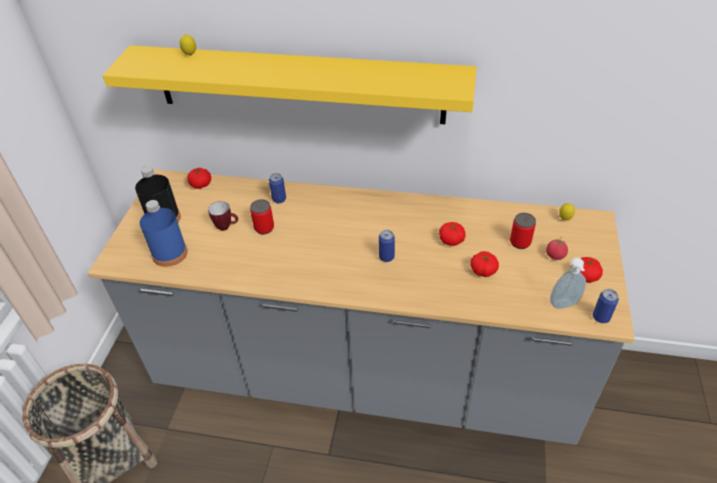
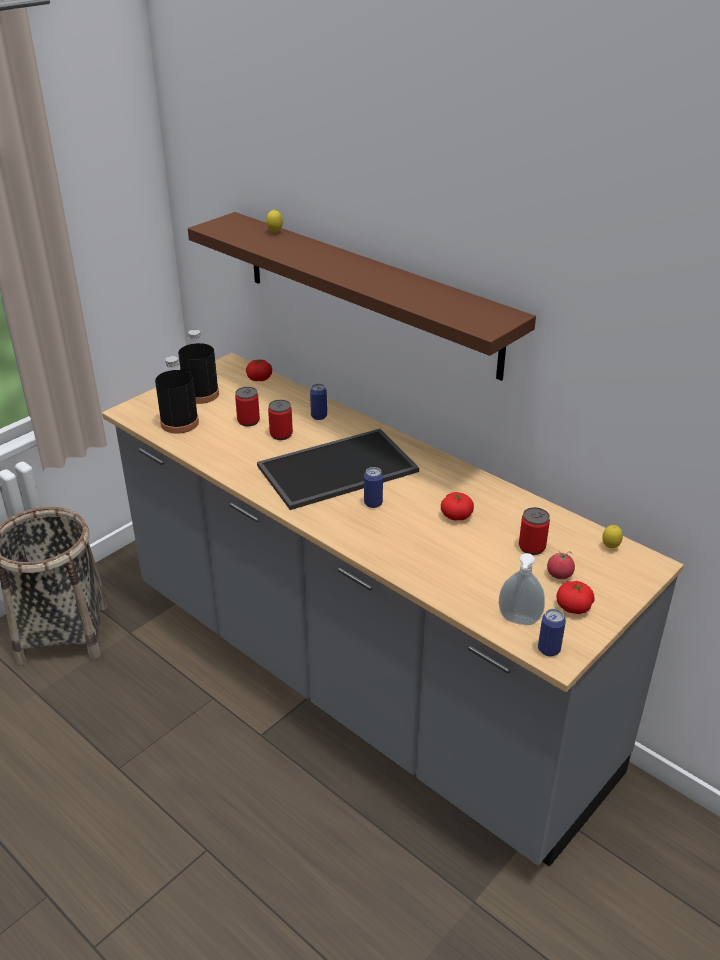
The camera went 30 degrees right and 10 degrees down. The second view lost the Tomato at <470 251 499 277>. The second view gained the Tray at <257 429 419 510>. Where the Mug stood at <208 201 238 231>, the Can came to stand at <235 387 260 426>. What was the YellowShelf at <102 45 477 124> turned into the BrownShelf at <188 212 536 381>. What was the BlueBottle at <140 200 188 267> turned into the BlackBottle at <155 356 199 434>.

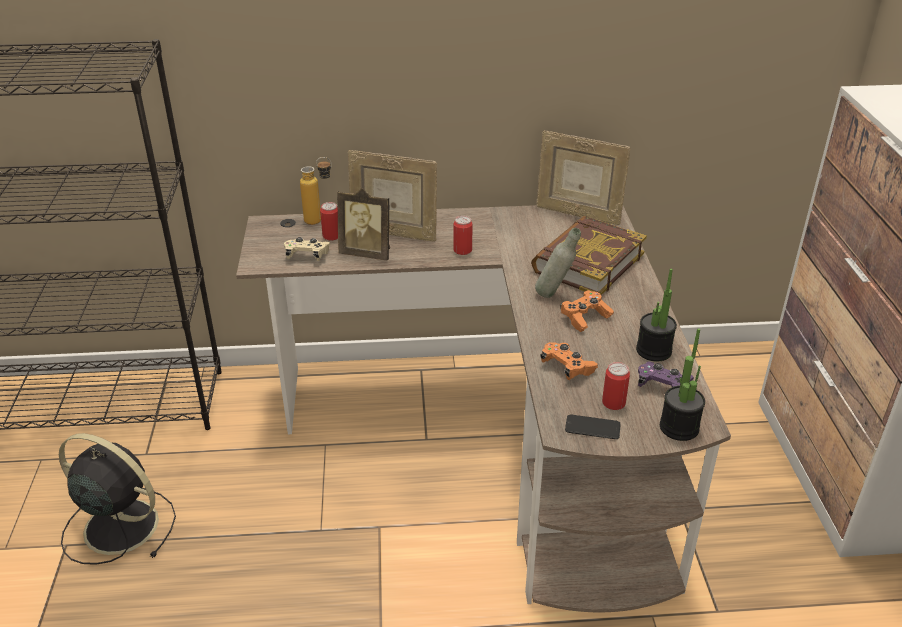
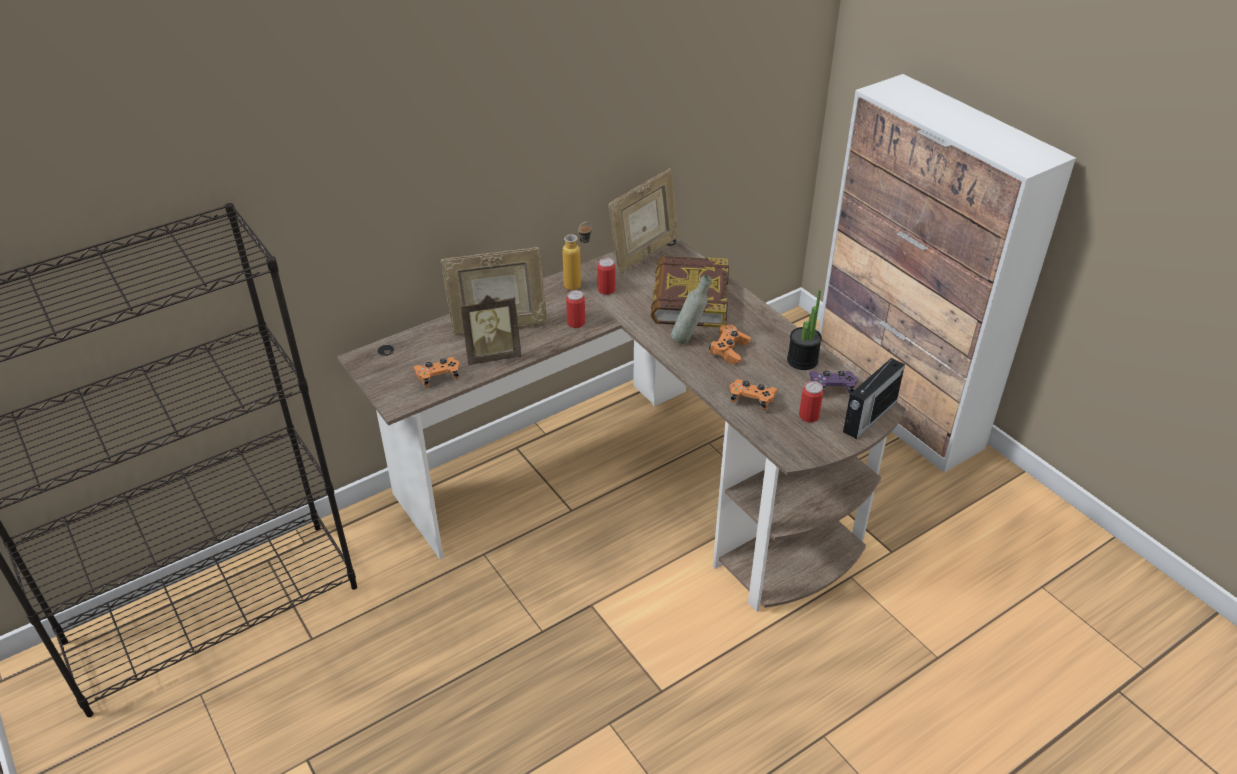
The camera went 30 degrees left and 5 degrees up. The second view lost the BlackFan at <59 433 176 565>. The second view lost the Phone at <565 414 621 439>. The Bottle ended up elsewhere, having gone from <300 157 332 225> to <562 222 591 291>. The Can ended up elsewhere, having gone from <320 202 338 240> to <597 258 615 295>. Where the PottedPlant stood at <660 328 705 441>, the Radio came to stand at <843 355 905 439>. What was the BeigeGameController at <284 237 331 261> turned into the OrangeGameController at <413 357 460 387>. The PictureFrame at <536 131 631 225> ended up facing another way, 45 degrees counterclockwise from before.

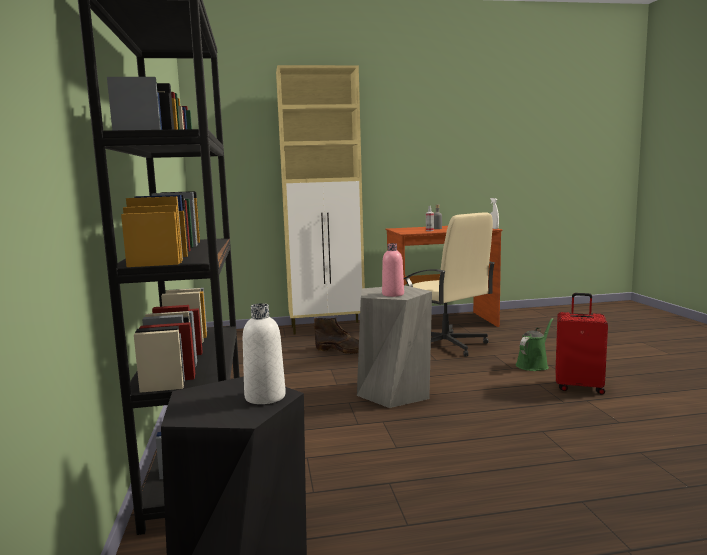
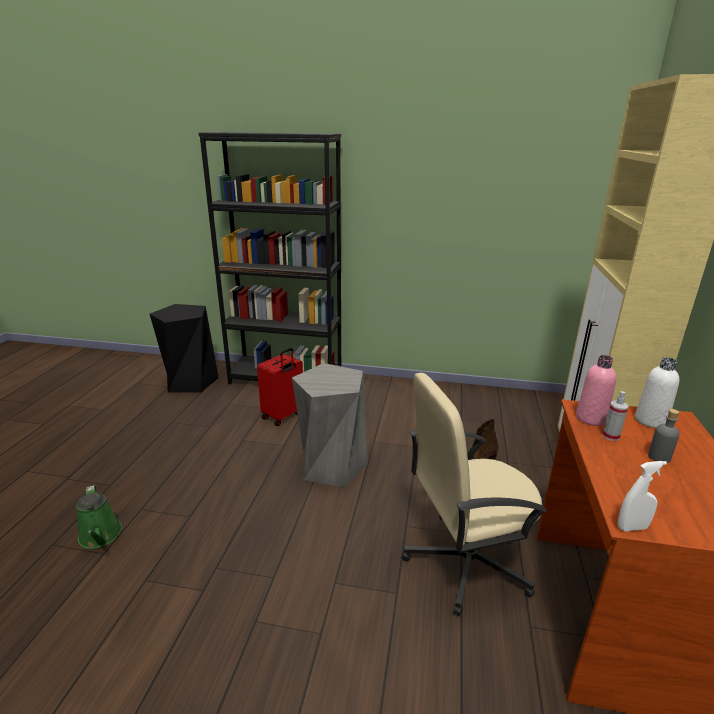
The camera went 110 degrees right and 15 degrees up. The WhiteBottle ended up elsewhere, having gone from <243 303 286 404> to <635 357 679 428>. The PinkBottle ended up elsewhere, having gone from <382 243 404 297> to <576 355 616 426>. The GreenWateringCan ended up elsewhere, having gone from <516 318 554 371> to <76 485 122 549>. The RedSuitcase ended up elsewhere, having gone from <555 293 608 395> to <257 348 303 426>.

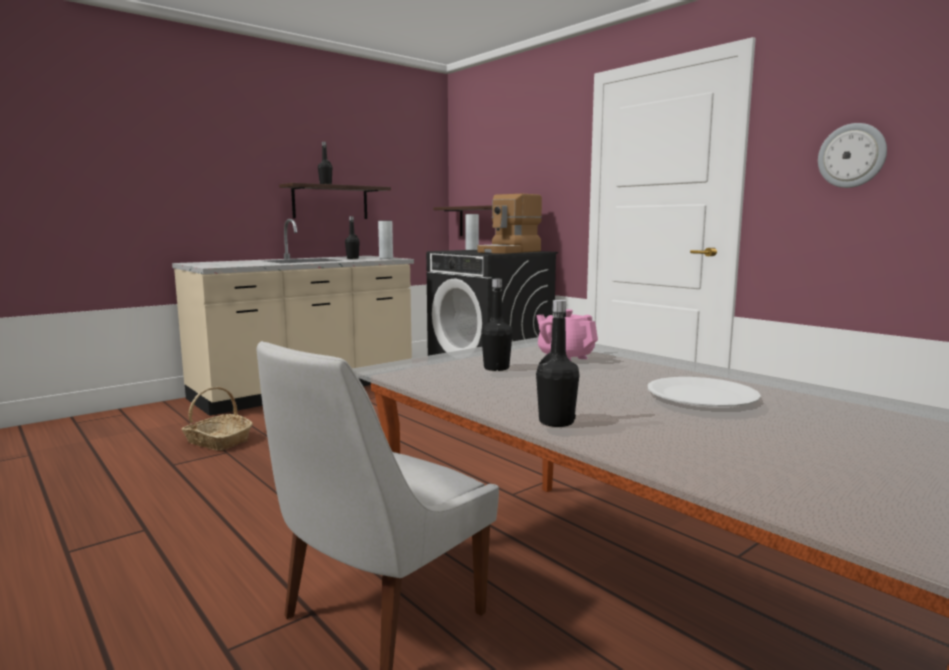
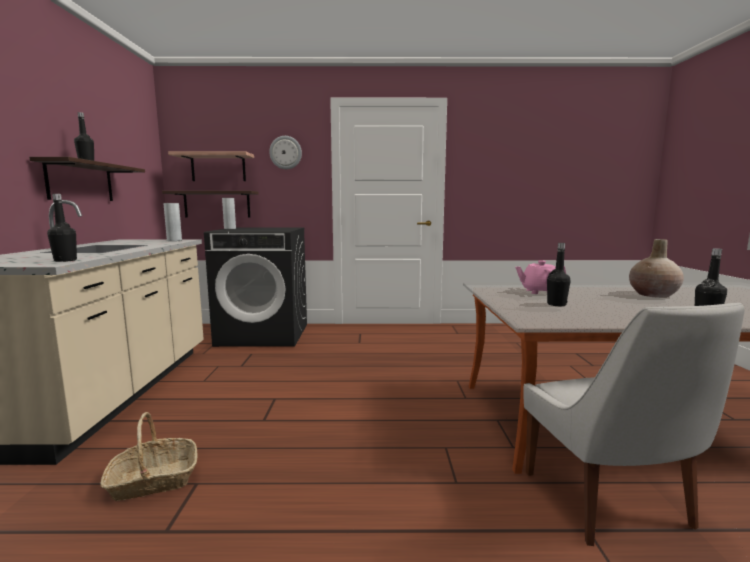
The camera went 50 degrees left and 0 degrees up. The second view lost the CoffeeMachine at <478 194 542 253>. The second view gained the Shelf at <168 151 254 181>. The BlackBottle ended up elsewhere, having gone from <345 216 360 259> to <47 194 77 262>. The WallClock ended up elsewhere, having gone from <818 123 887 188> to <269 136 302 169>. Where the WhitePlate stood at <648 377 761 407>, the BeigeVase came to stand at <629 239 684 298>.

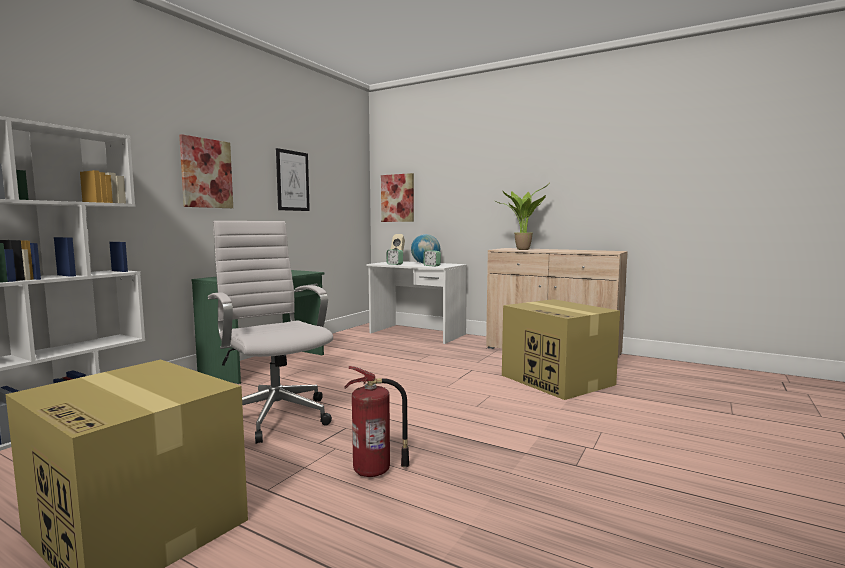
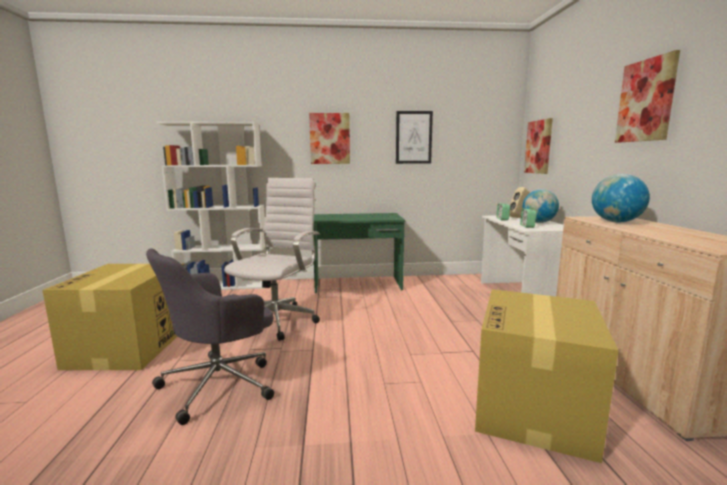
The camera went 55 degrees right and 5 degrees up. The second view gained the Picture at <615 50 680 143>. Where the FireExtinguisher stood at <344 366 410 477>, the GreyOfficeChair came to stand at <146 248 274 425>. Where the PottedPlant stood at <496 181 551 250>, the Globe came to stand at <592 174 650 222>.

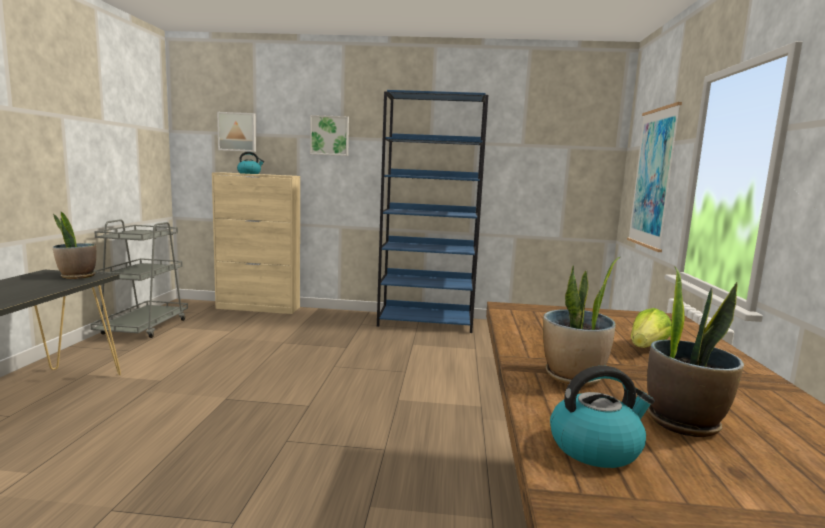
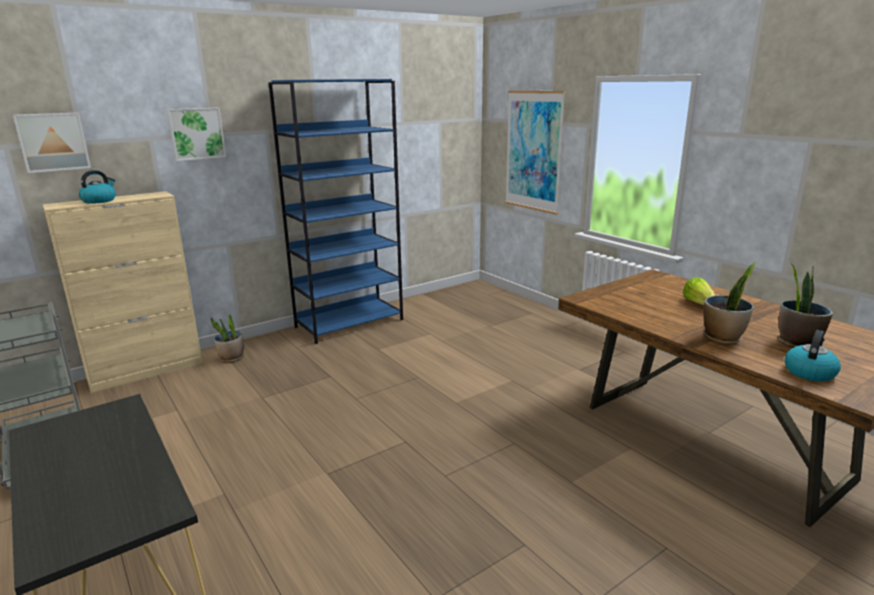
The camera went 40 degrees left and 10 degrees up. The PottedPlant ended up elsewhere, having gone from <53 212 97 279> to <211 315 244 362>.

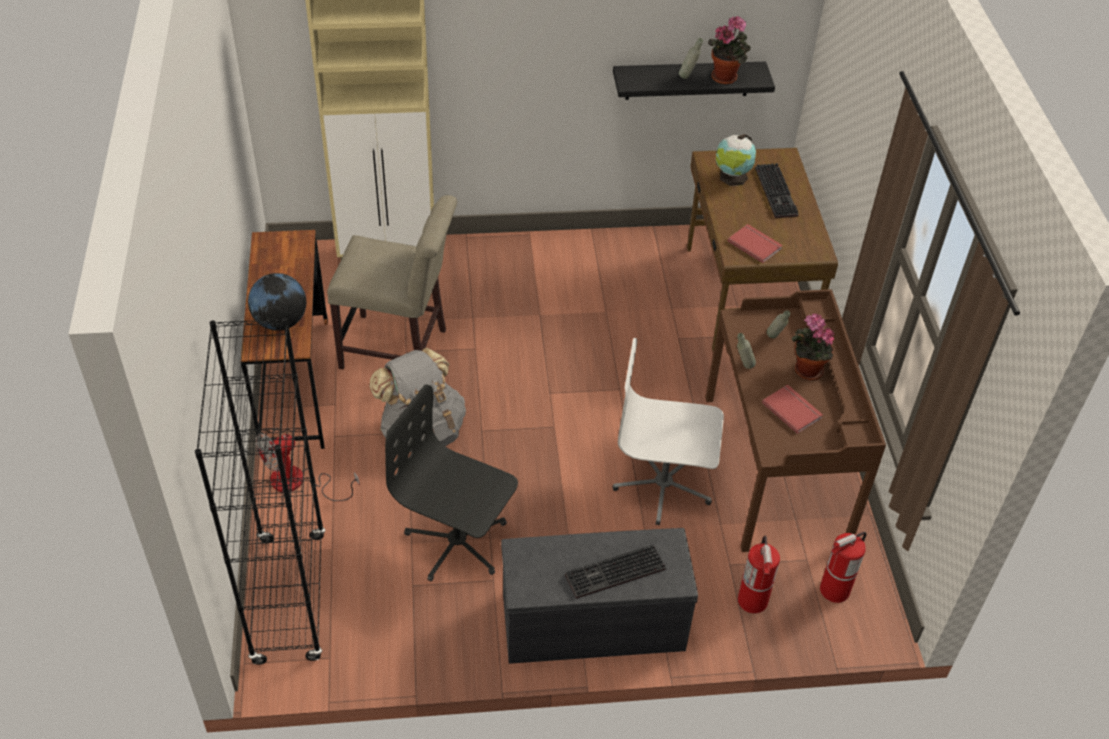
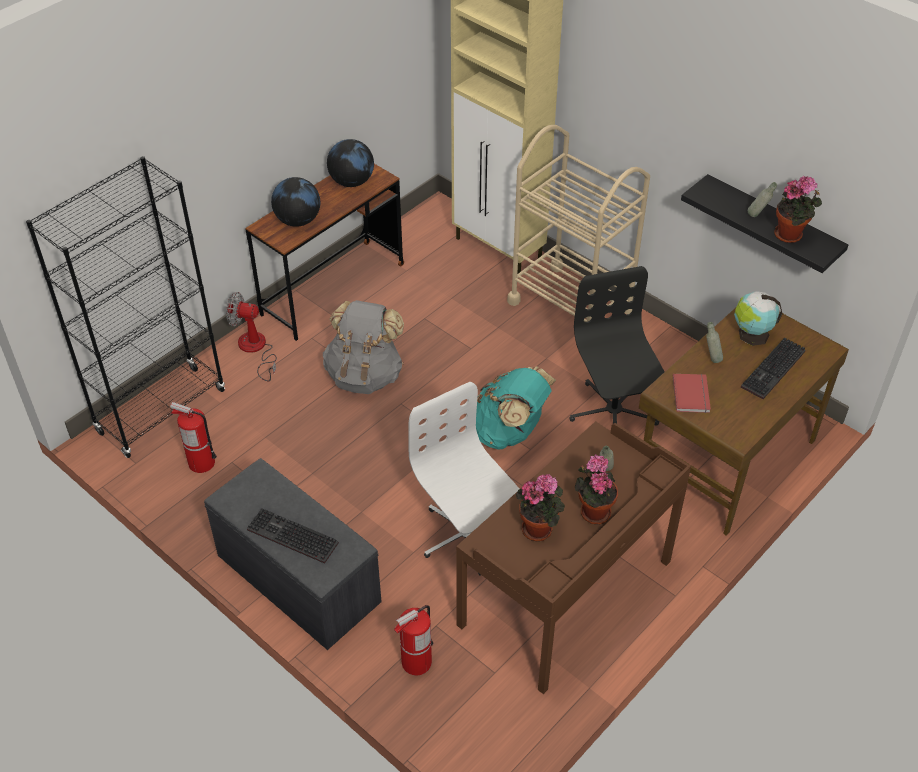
The camera went 50 degrees right and 0 degrees up. The second view lost the BeigeChair at <327 195 457 369>. The second view gained the Globe at <327 139 374 187>. The second view gained the TurquoiseBackpack at <476 367 556 450>. The second view gained the BeigeCart at <507 125 650 322>. The BlackOfficeChair ended up elsewhere, having gone from <385 385 518 581> to <569 266 665 426>. The GreyBottle ended up elsewhere, having gone from <737 333 756 369> to <706 322 723 363>. The FireExtinguisher ended up elsewhere, having gone from <820 532 866 603> to <170 402 217 473>. Where the RedBook stood at <762 385 823 434>, the PottedPlant came to stand at <516 474 565 541>.

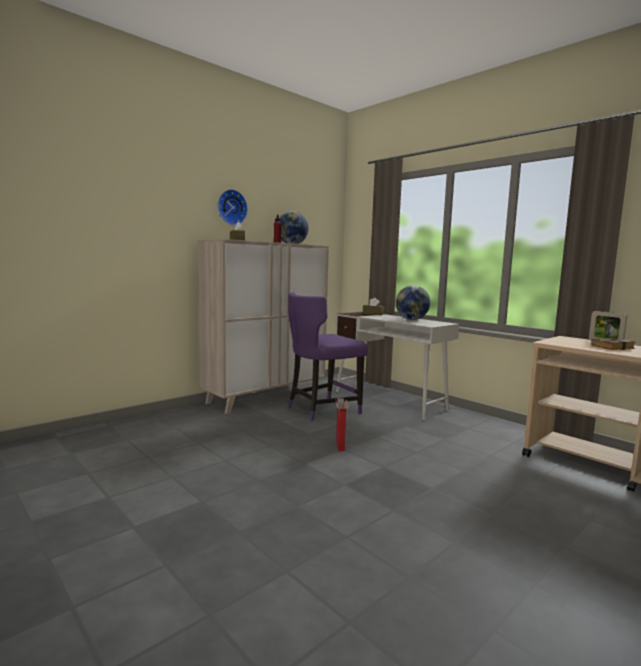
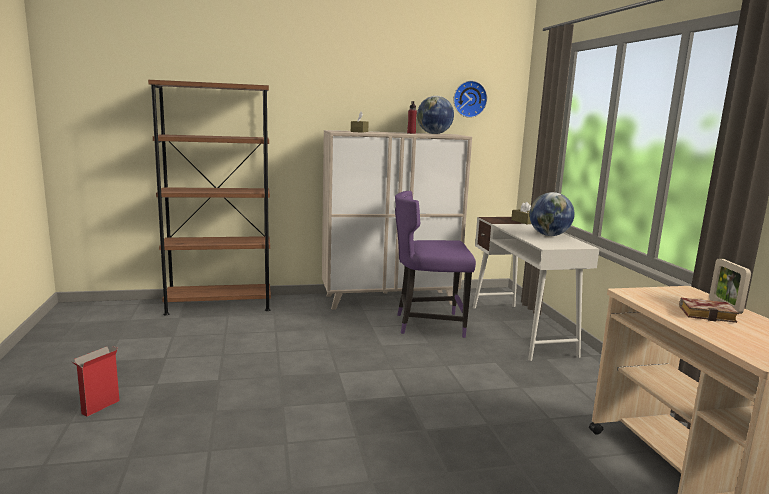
The camera went 30 degrees right and 5 degrees up. The second view gained the BrownBookcase at <148 80 271 315>. The WallClock ended up elsewhere, having gone from <217 189 248 225> to <454 81 487 118>. The CardboardBox ended up elsewhere, having gone from <335 398 349 451> to <72 346 120 417>.

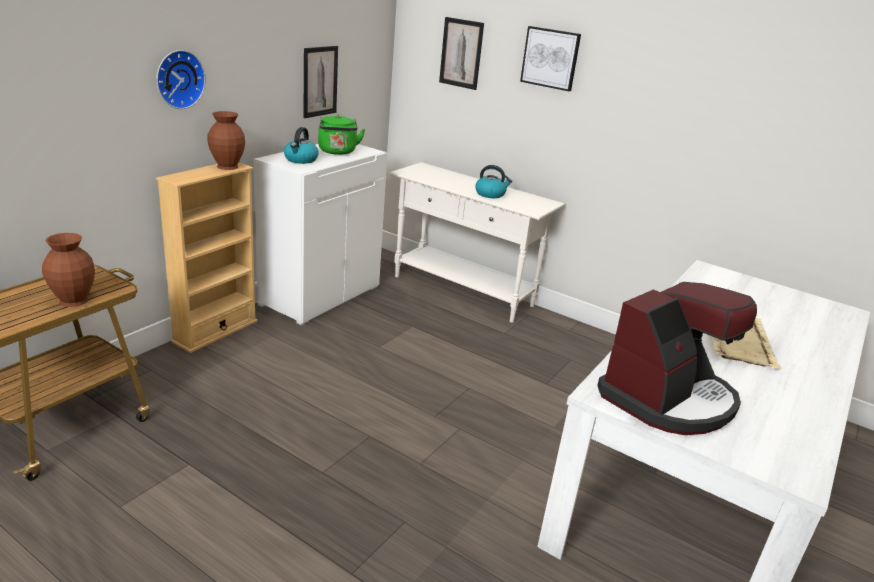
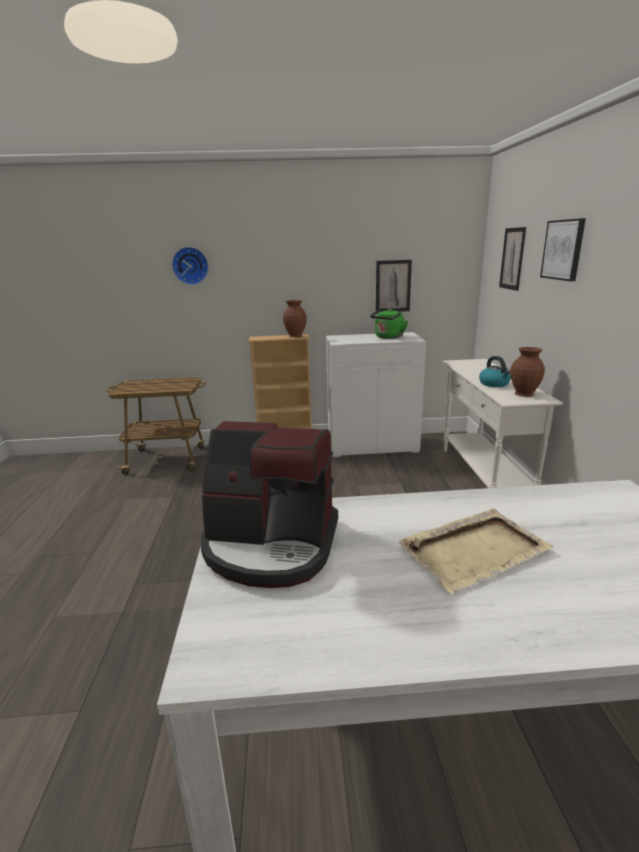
The camera went 55 degrees right and 5 degrees down. The second view lost the Kettle at <284 127 319 164>. The BrownVase ended up elsewhere, having gone from <42 233 95 307> to <510 347 544 397>. The WallClock ended up elsewhere, having gone from <156 50 206 109> to <172 247 209 285>.

